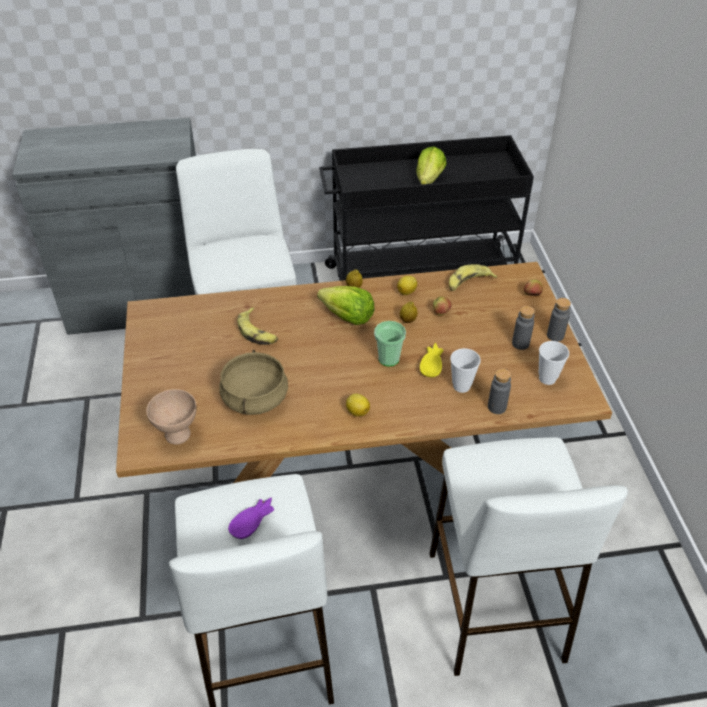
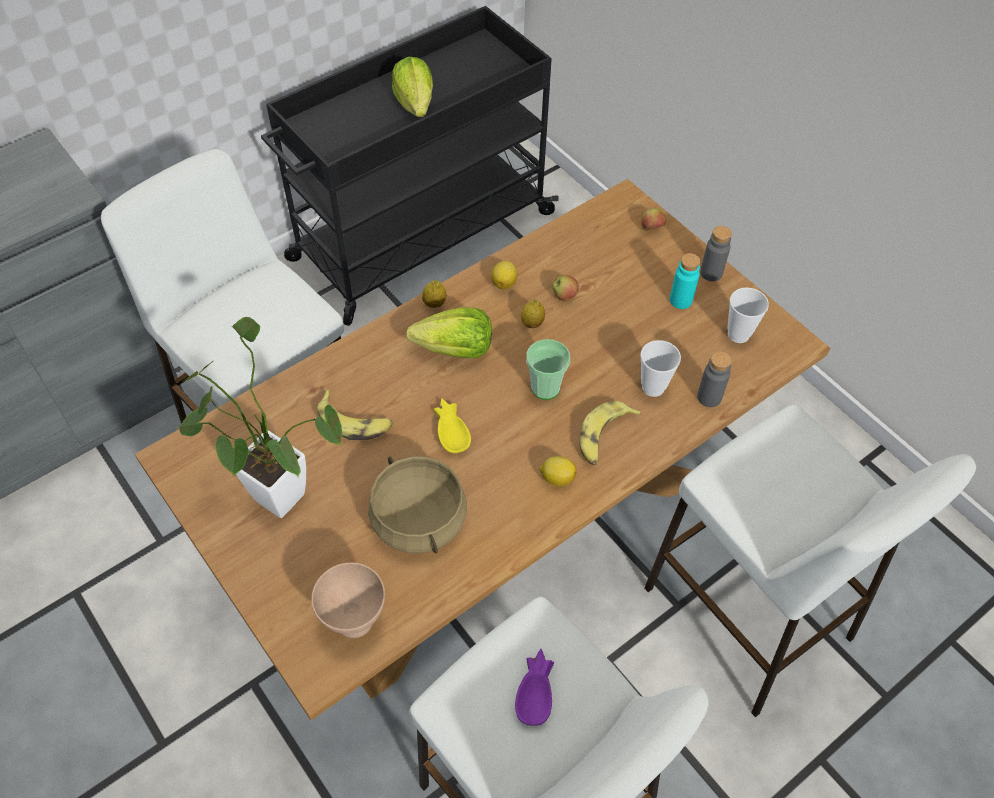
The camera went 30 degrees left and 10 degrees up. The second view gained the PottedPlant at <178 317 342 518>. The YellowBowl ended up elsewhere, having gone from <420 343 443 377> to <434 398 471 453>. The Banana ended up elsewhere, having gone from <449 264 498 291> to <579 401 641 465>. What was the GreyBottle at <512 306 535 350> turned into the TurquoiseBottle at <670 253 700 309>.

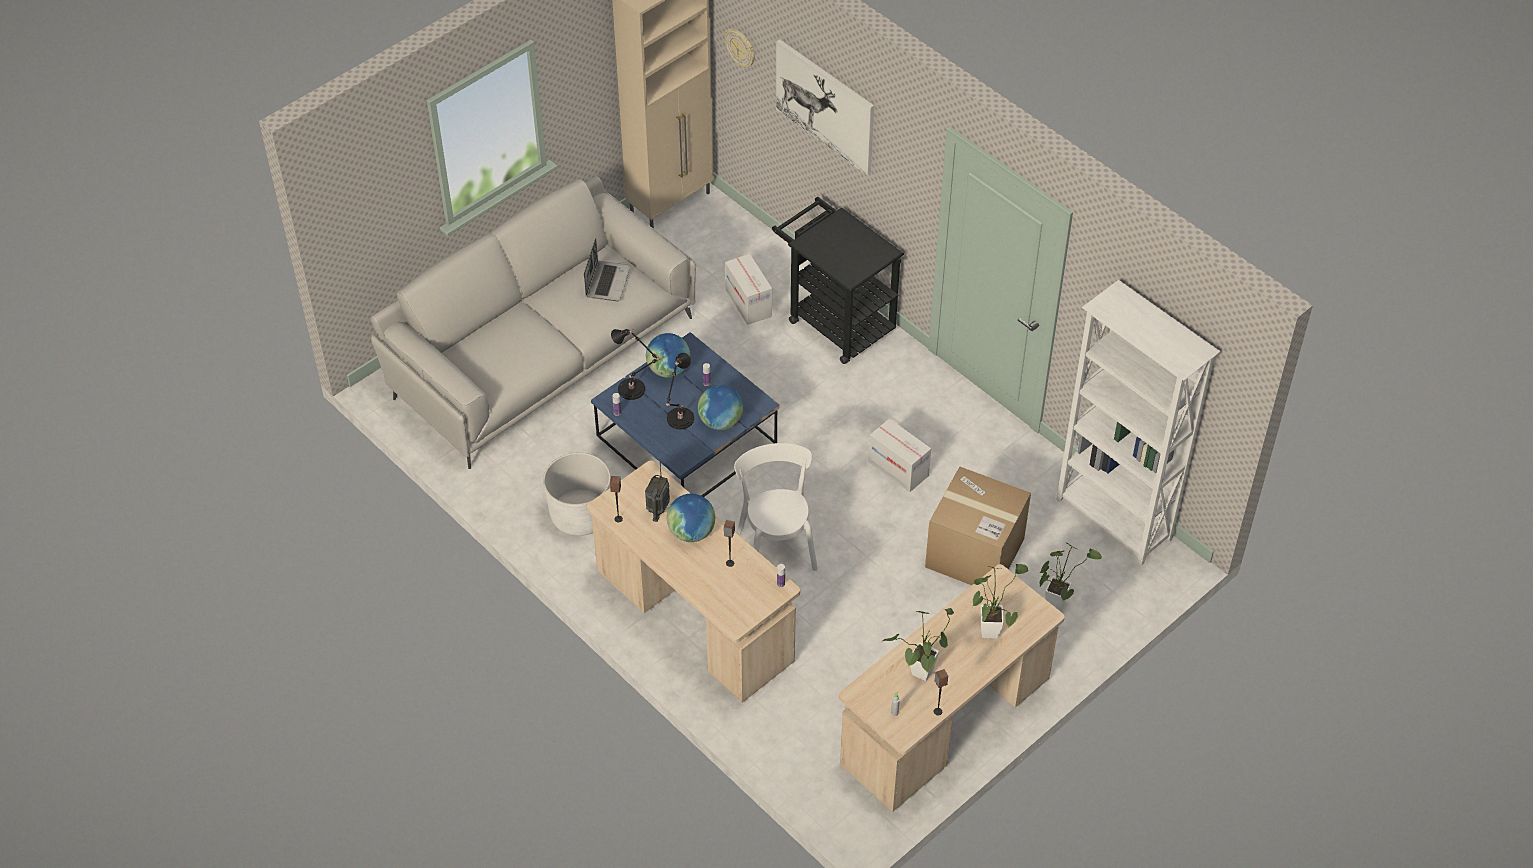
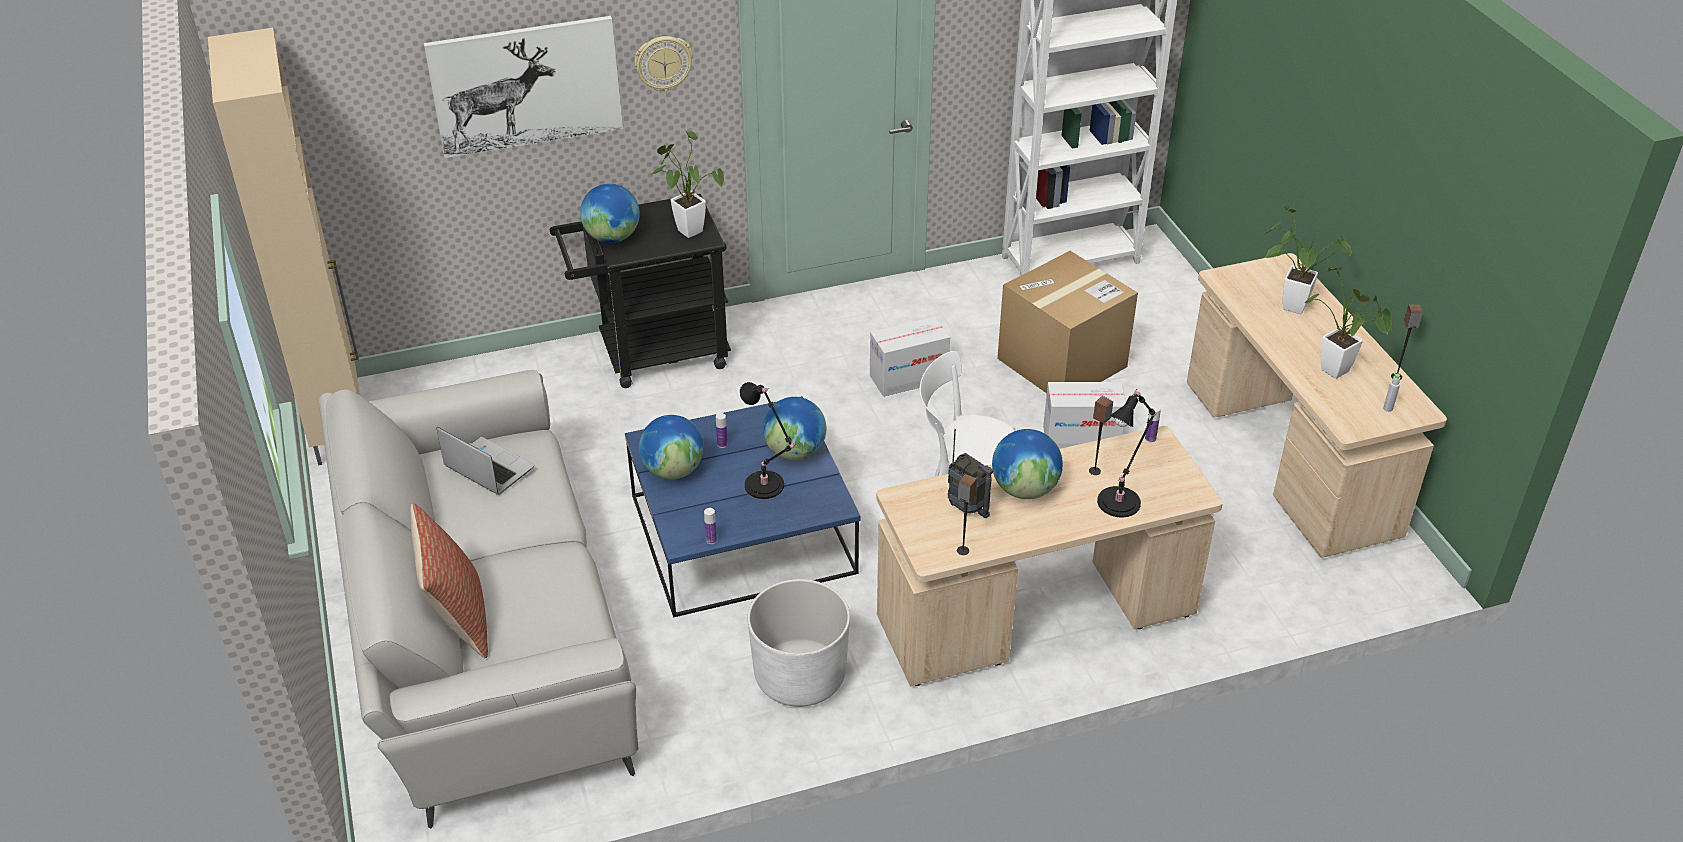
The camera went 65 degrees left and 10 degrees down. The second view gained the Pillow at <411 503 488 658>. The second view gained the Globe at <580 183 640 243>. The BlackTableLamp ended up elsewhere, having gone from <611 329 661 400> to <1097 389 1156 517>. The WallClock ended up elsewhere, having gone from <724 28 755 68> to <634 36 693 92>. The CardboardBox ended up elsewhere, having gone from <725 254 772 325> to <1043 382 1126 449>. The PottedPlant ended up elsewhere, having gone from <1040 543 1102 611> to <652 131 724 238>.

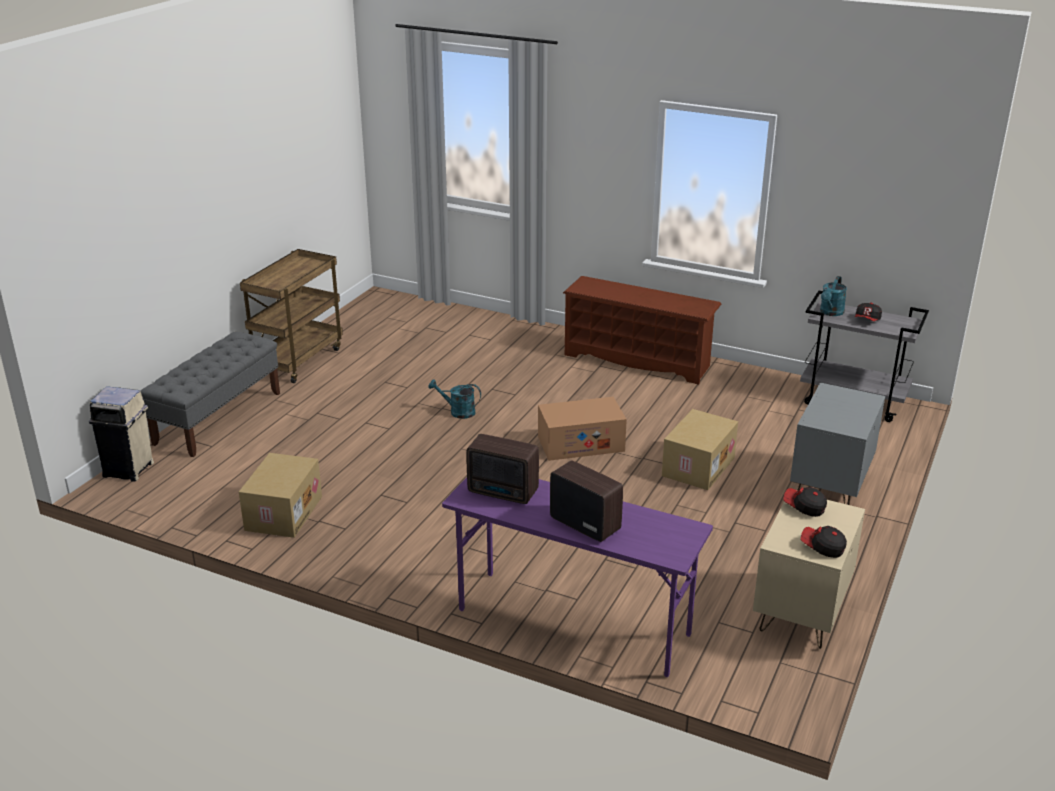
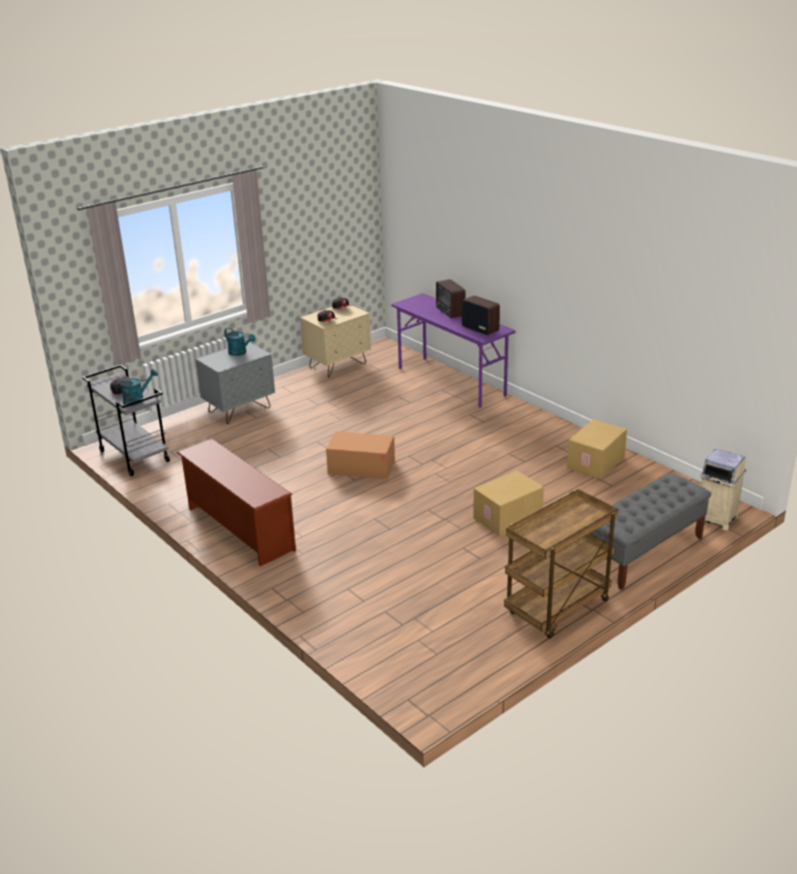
The camera went 155 degrees left and 0 degrees up. The TurquoiseWateringCan ended up elsewhere, having gone from <428 379 481 419> to <224 327 255 356>. The CardboardBox ended up elsewhere, having gone from <662 409 738 490> to <473 470 544 536>.

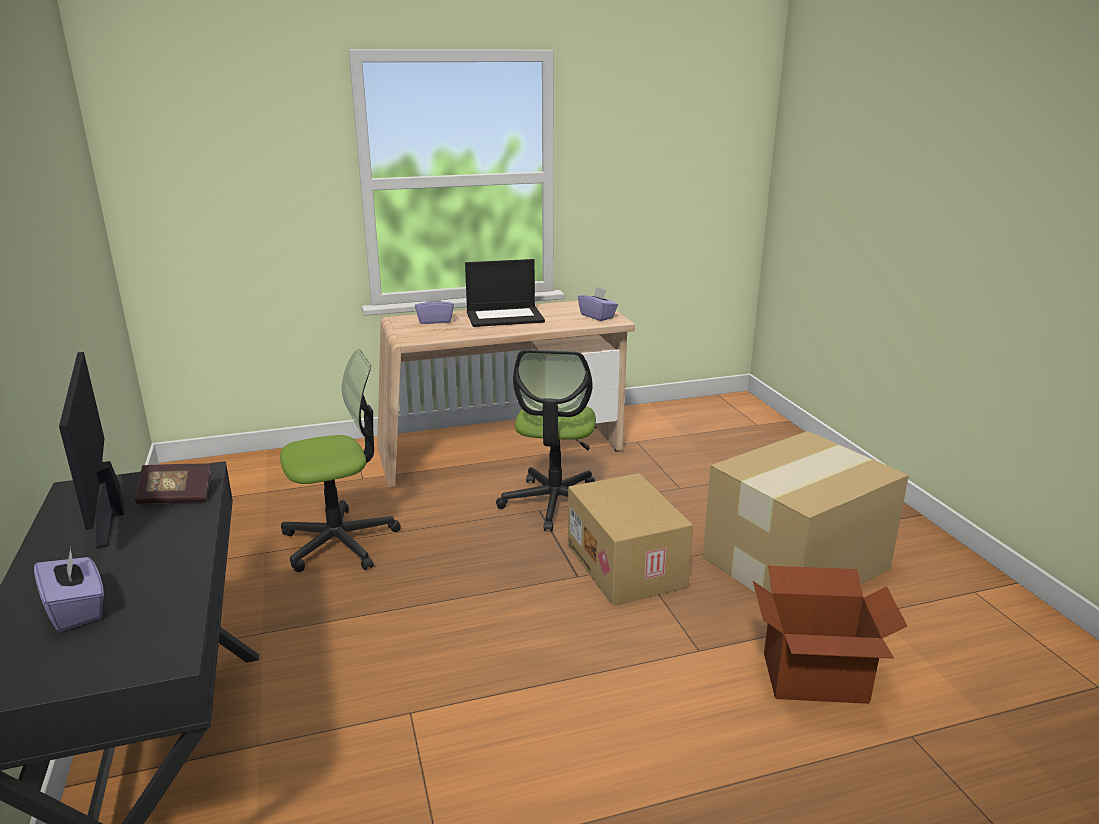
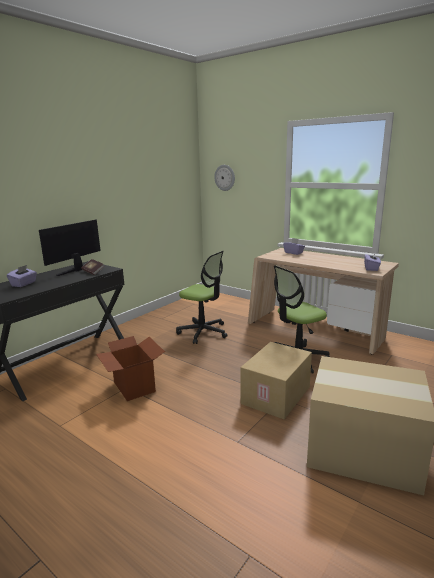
The camera went 55 degrees right and 5 degrees down. The second view lost the Laptop at <465 259 545 327>. The second view gained the WallClock at <214 165 235 191>. The CardboardBox ended up elsewhere, having gone from <753 566 907 704> to <96 336 165 401>.

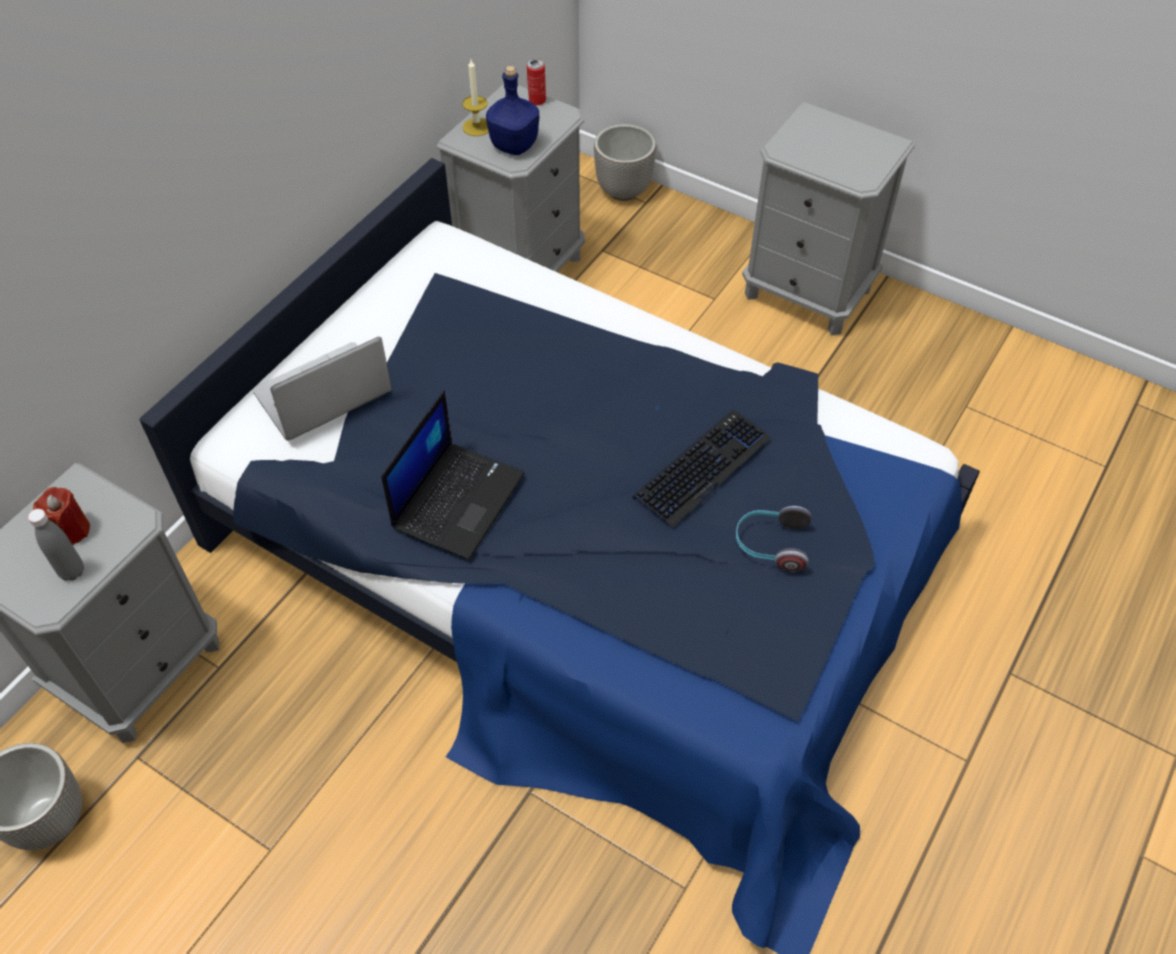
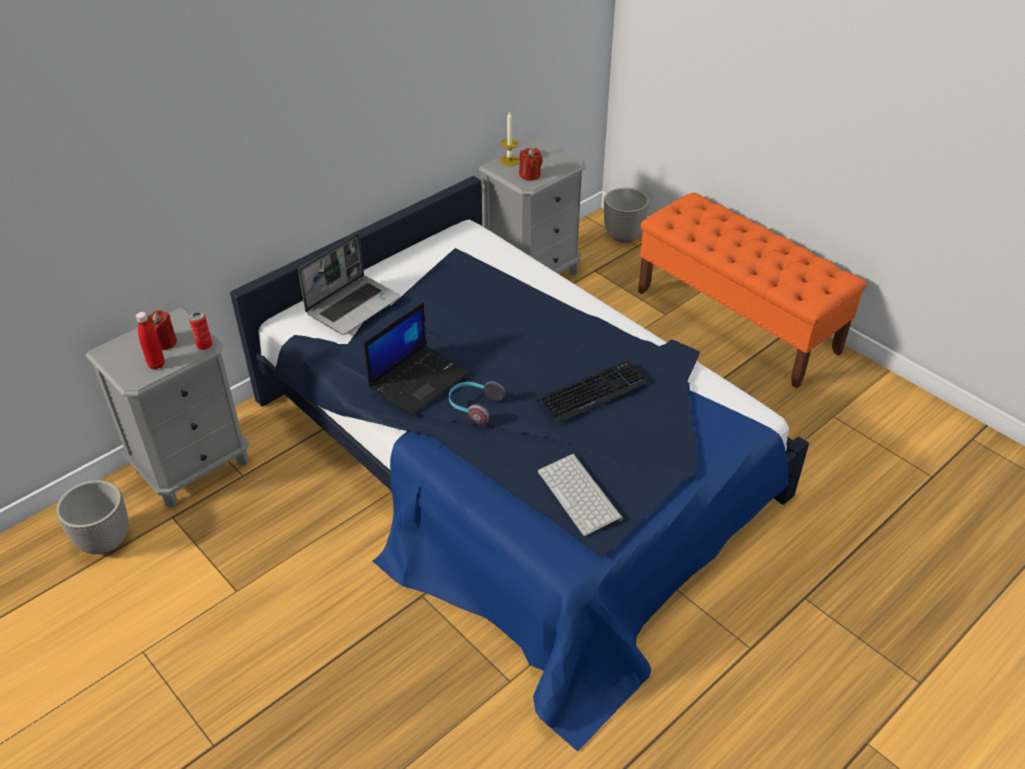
The camera went 15 degrees right and 10 degrees down. The second view gained the Keyboard at <538 454 623 536>. The Can ended up elsewhere, having gone from <527 59 546 105> to <189 311 212 350>. The Headphones ended up elsewhere, having gone from <736 506 812 571> to <449 381 505 424>. Where the BlueBottle stood at <486 66 539 155>, the RedCandle came to stand at <519 148 543 181>. Where the GreyNightstand stood at <742 102 915 335>, the OrangeBench came to stand at <638 192 867 388>. What was the GreyBottle at <28 509 84 581> turned into the RedBottle at <136 312 165 370>. The Laptop at <253 337 392 441> ended up facing another way, 150 degrees clockwise from before.

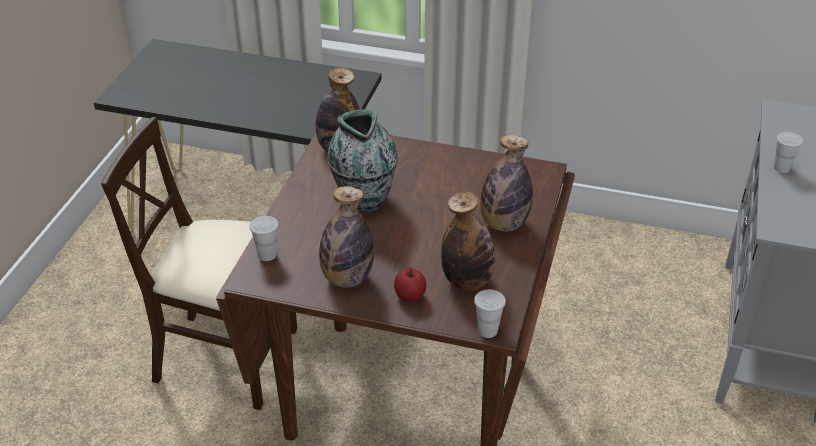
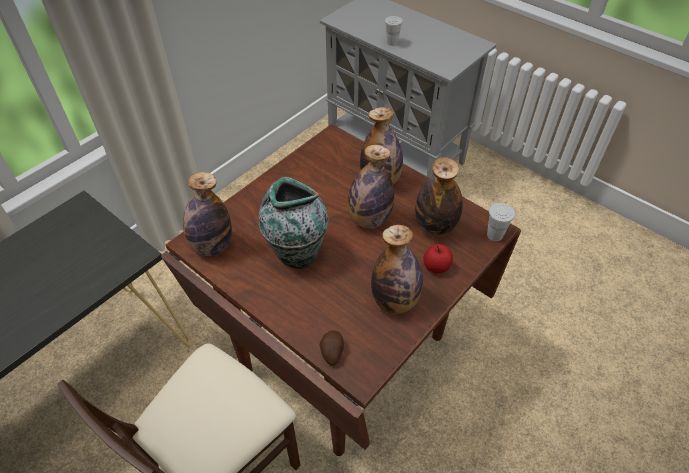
The camera went 65 degrees left and 10 degrees up. The second view gained the Bottle at <348 145 394 228>. Where the WhiteCup stood at <249 216 279 261>, the Potato came to stand at <320 330 344 365>.

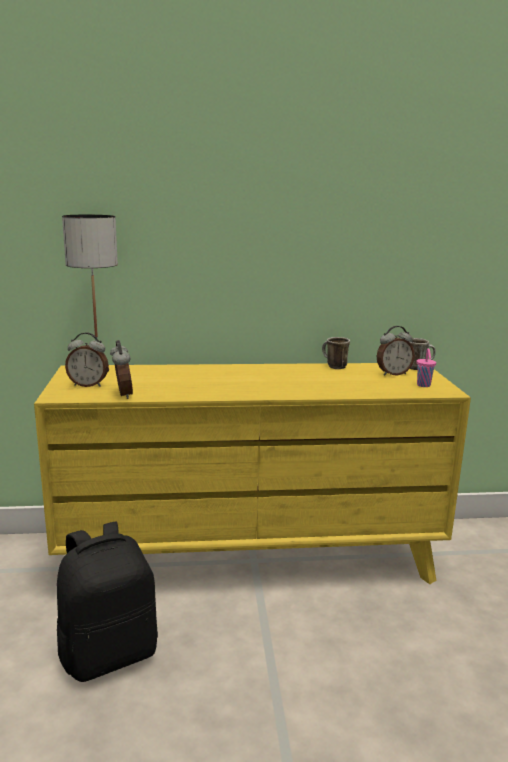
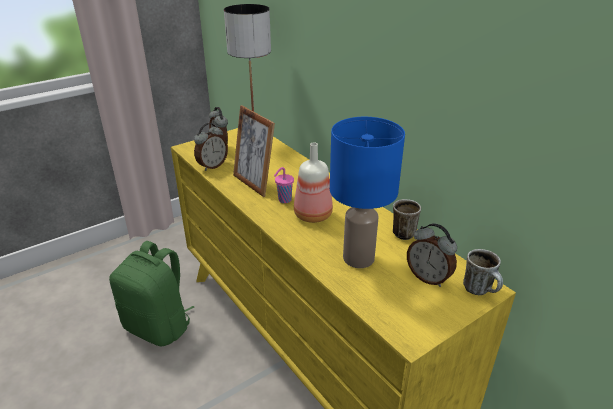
The camera went 60 degrees right and 15 degrees up. The second view gained the PictureFrame at <233 105 275 197>. The second view gained the Bottle at <294 142 333 223>. The second view gained the BlueTableLamp at <330 117 405 268>. The PinkCup ended up elsewhere, having gone from <417 348 436 387> to <274 167 294 203>. What was the BlackBackpack at <57 522 158 682> turned into the GreenBackpack at <109 241 194 346>.

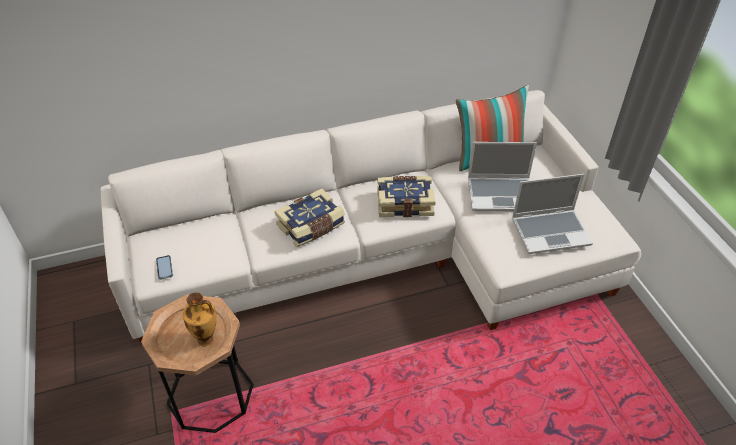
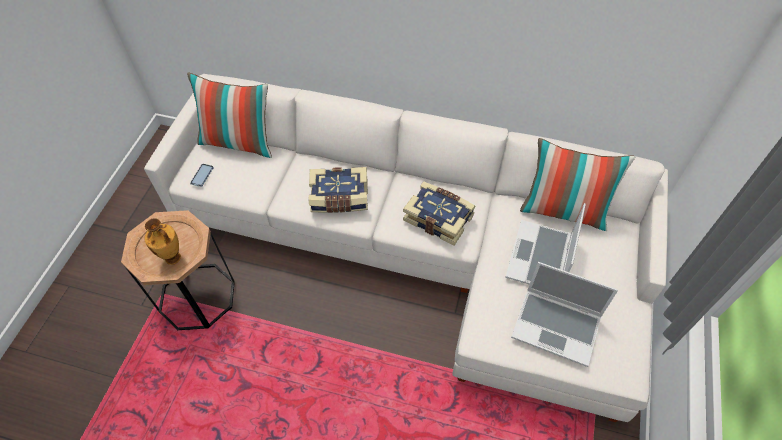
The camera went 35 degrees right and 10 degrees up. The second view gained the Pillow at <187 72 272 158>. The Laptop at <468 142 537 211> ended up facing another way, 75 degrees clockwise from before.

